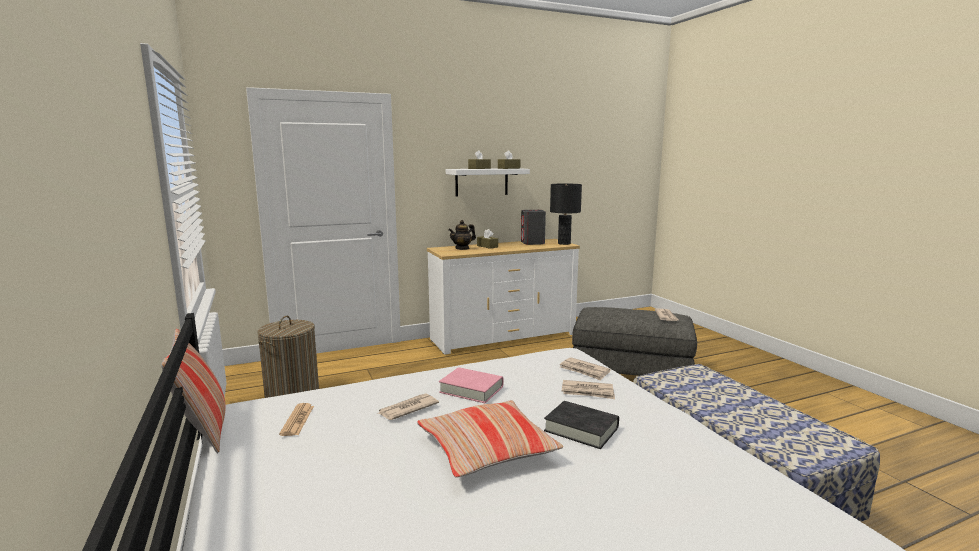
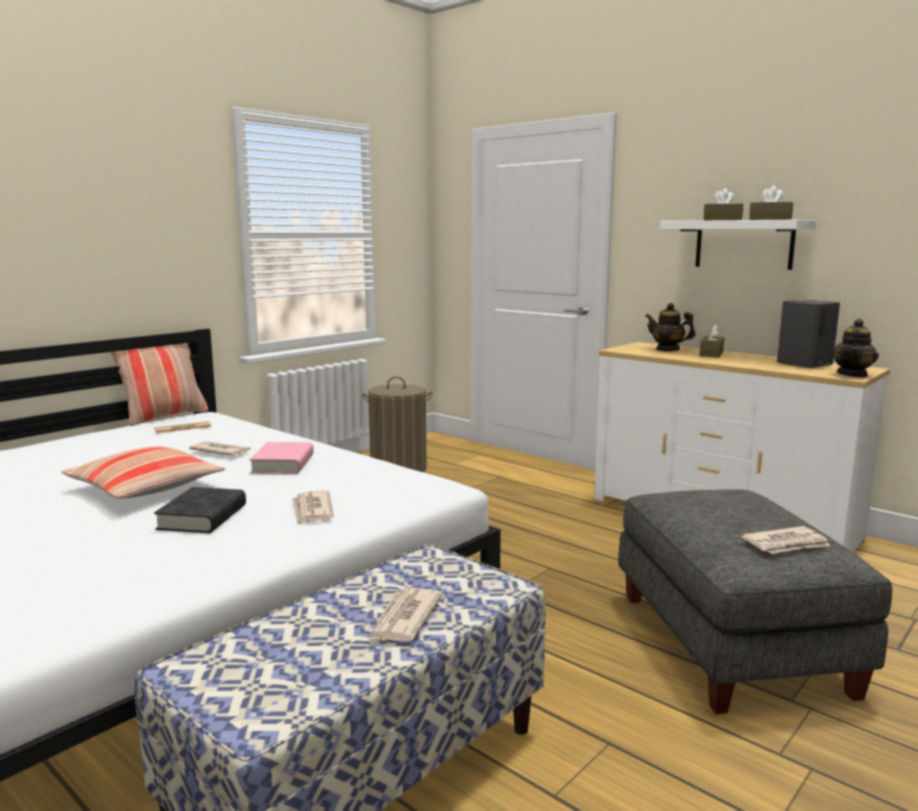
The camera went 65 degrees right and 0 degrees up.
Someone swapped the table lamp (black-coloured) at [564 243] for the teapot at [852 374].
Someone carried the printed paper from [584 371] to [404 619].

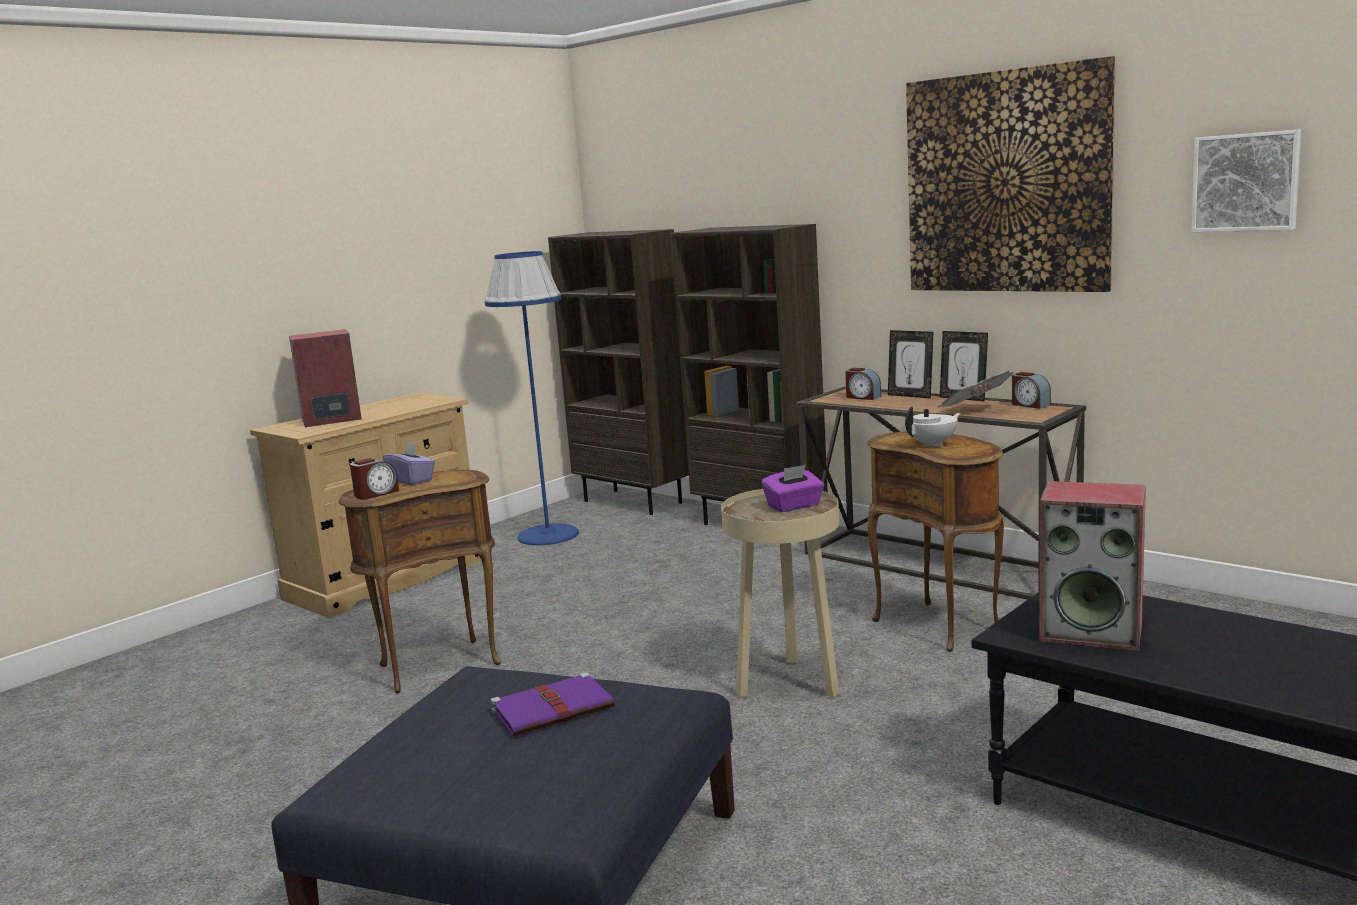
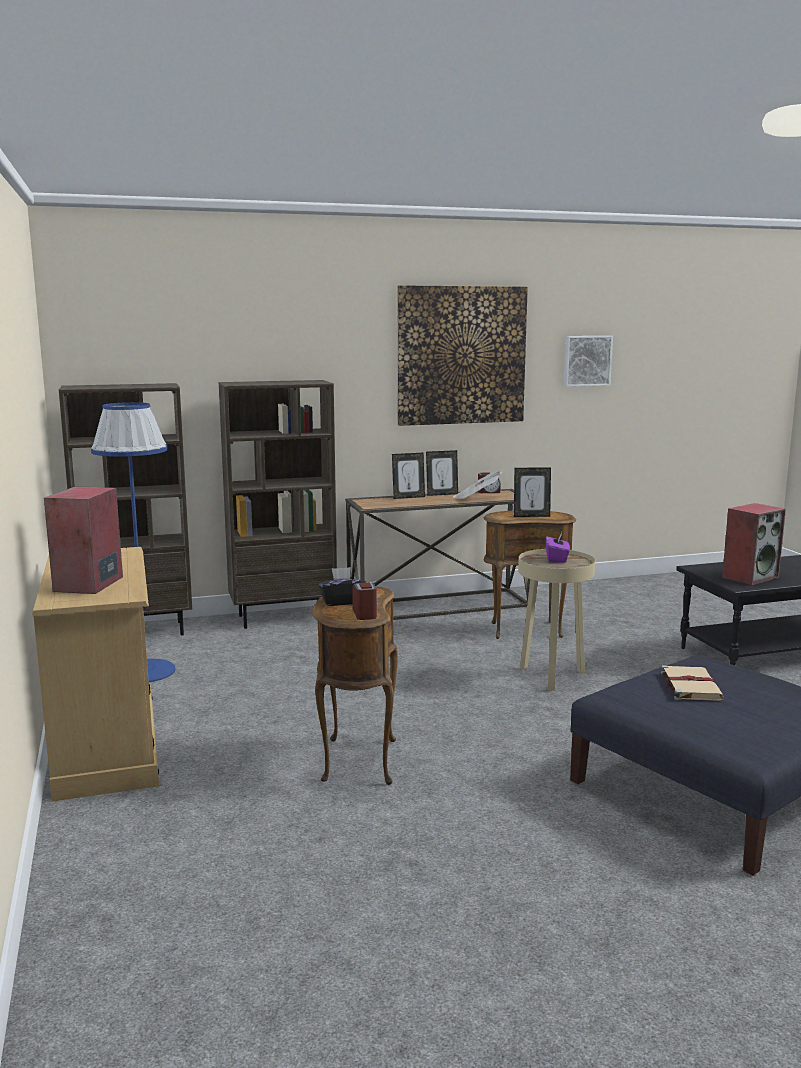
The camera went 60 degrees left and 0 degrees up.
Someone repainted the tissue box (purple-coloured) at [412 480], which became the tissue box (black-coloured) at [342 602].
Someone repainted the book (purple-coloured) at [554 709], which became the book (sand-coloured) at [690 686].
Someone took away the bedside clock at [862 397].
Someone swapped the teapot (whitish) at [933 444] for the standing frame at [531 516].

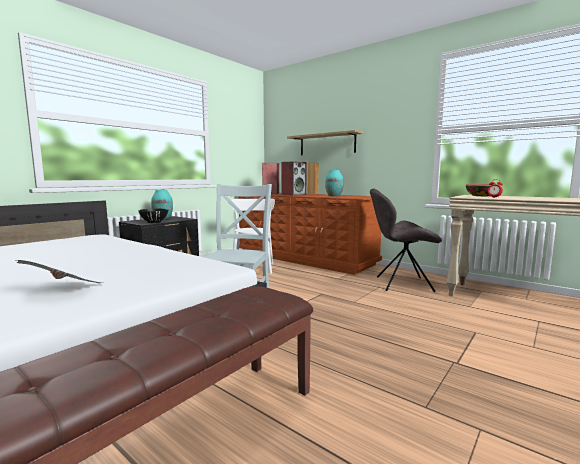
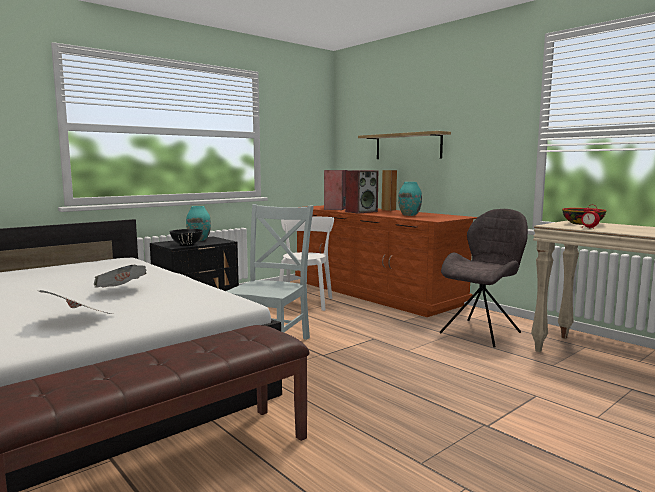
The camera went 10 degrees right and 0 degrees up.
Someone rotated the chair (grey) at [401 284] by 120 degrees clockwise.
Someone put down the printed paper at [121 291].

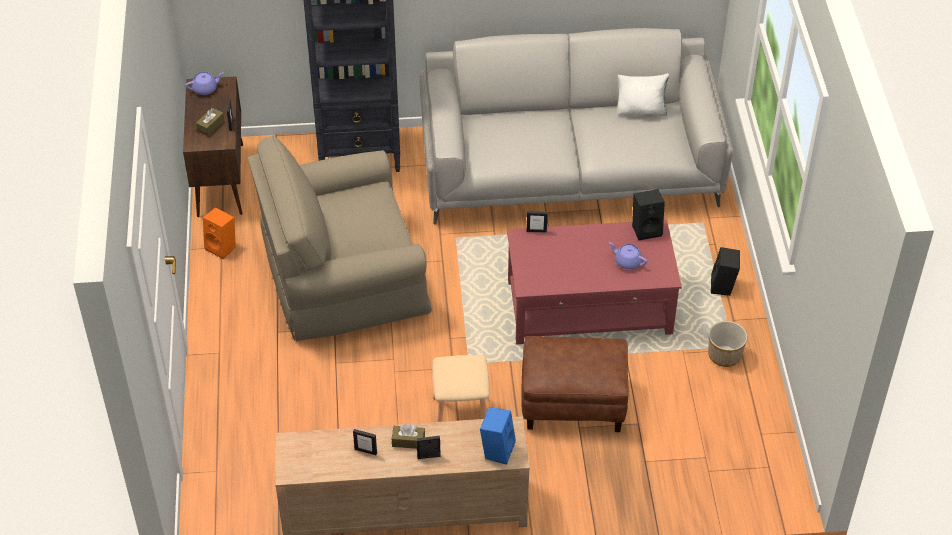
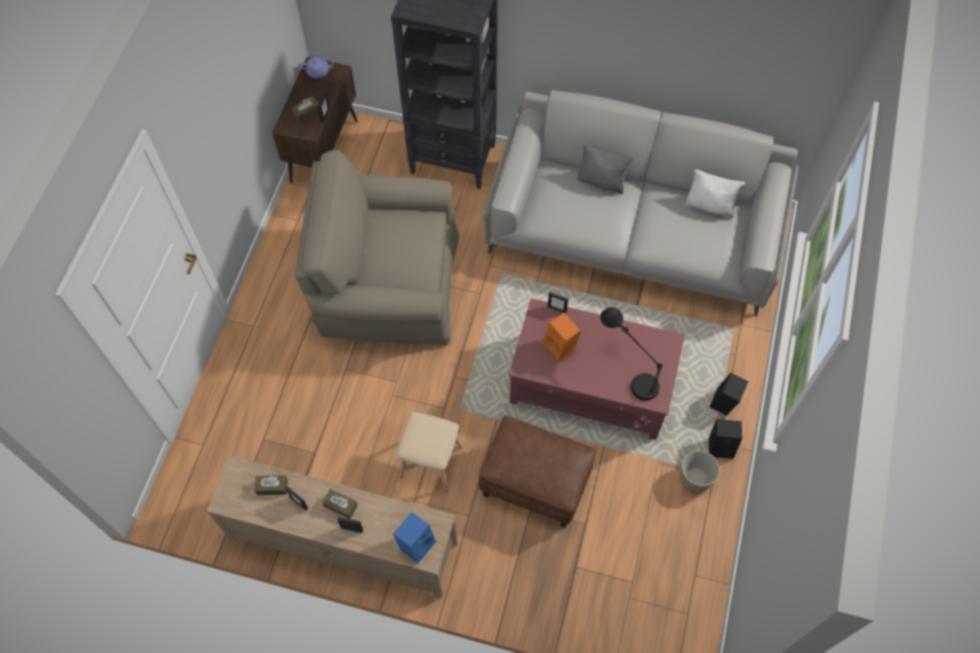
The camera went 20 degrees right and 15 degrees up.
Someone carried the audio speaker (orangey) from [222 247] to [561 347].
Someone swapped the teapot (purple-coloured) at [627 261] for the table lamp (black-coloured) at [628 370].
Someone carried the audio speaker (black-coloured) from [647 229] to [721 446].
Someone put down the tissue box (brown) at [272 487].
Someone put down the pillow (grey) at [602 182].

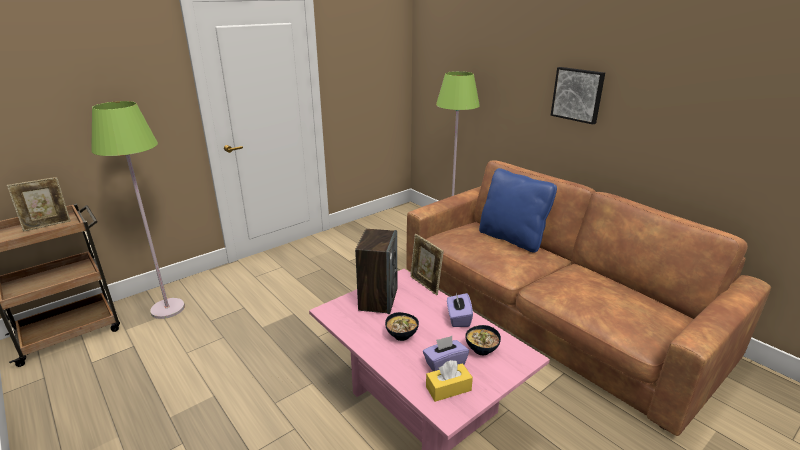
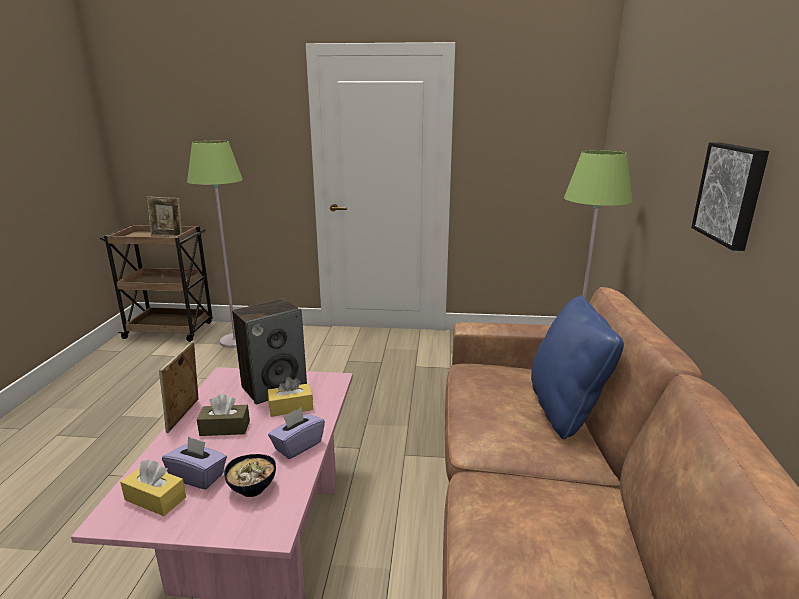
The camera went 45 degrees right and 5 degrees down.
Someone swapped the bowl at [401 336] for the tissue box (brown) at [225 428].
Someone carried the standing frame from [425 285] to [185 416].
Someone put down the tissue box (yellowish) at [291 407].

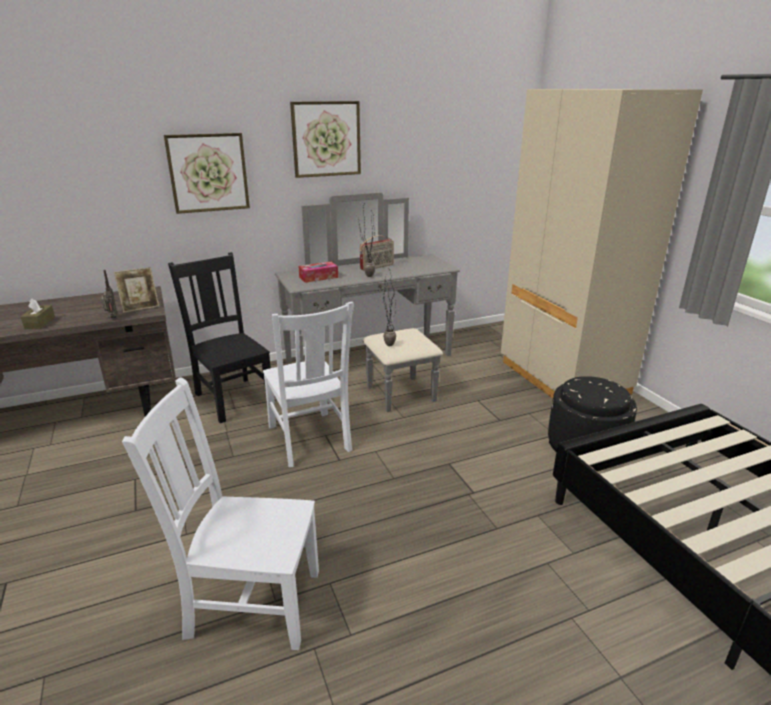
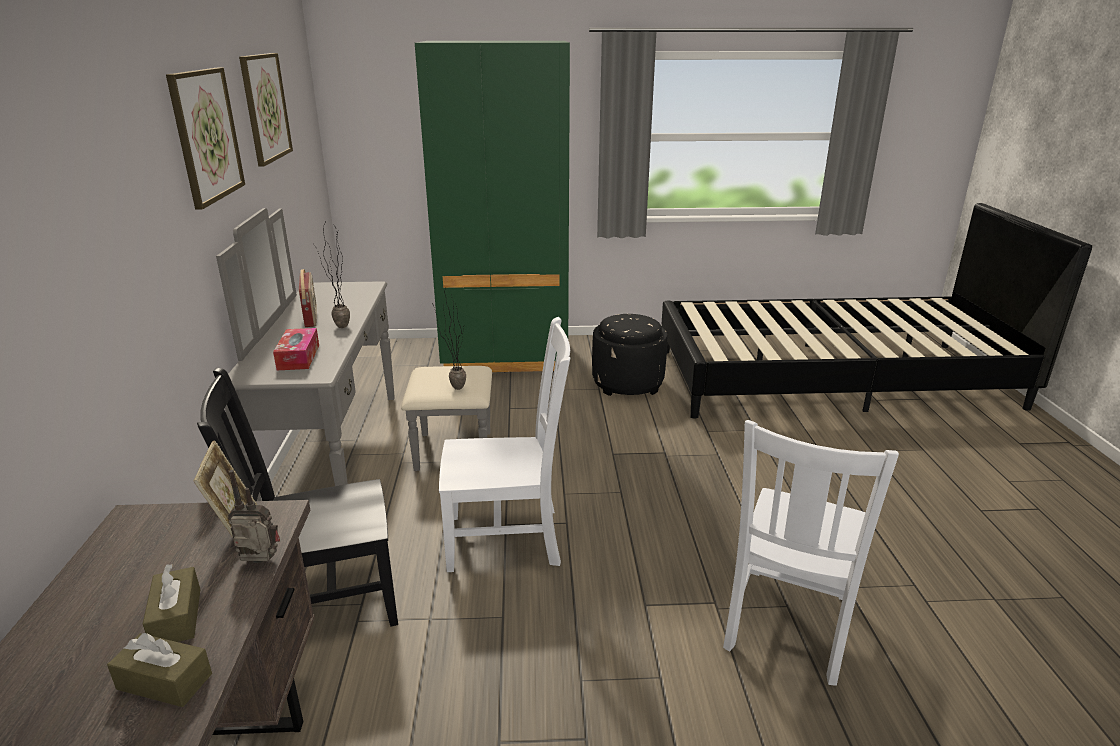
The camera went 70 degrees left and 0 degrees up.
Someone carried the wall picture from [208 173] to [265 108].
Someone repainted the clothes cupboard (sand-coloured) at [563 378], which became the clothes cupboard (greenish) at [505 355].
Someone put down the tissue box (brown) at [176 617].

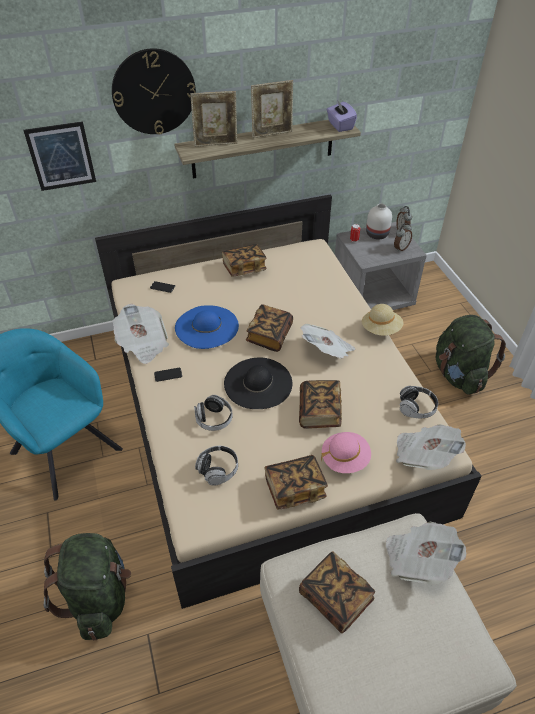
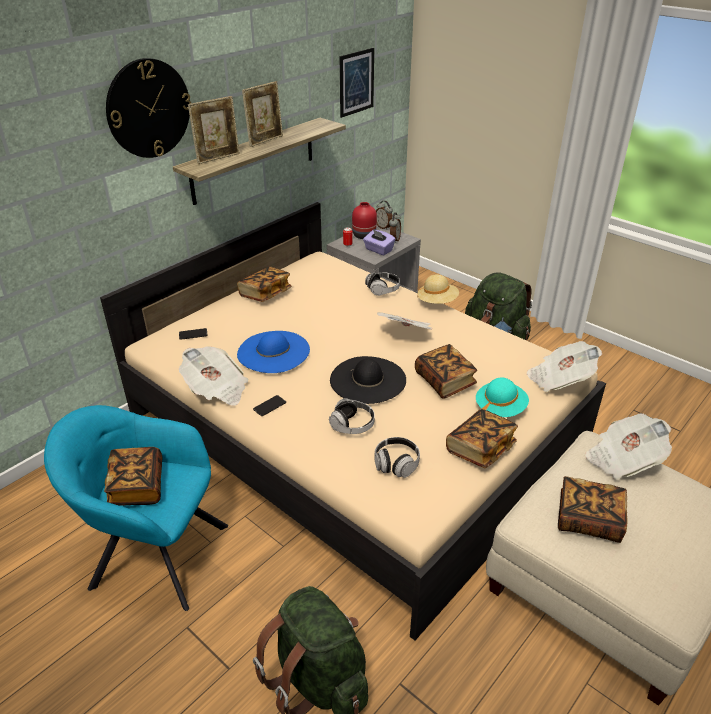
The camera went 30 degrees left and 10 degrees down.
Someone carried the wall picture from [61 156] to [356 82].
Someone carried the book from [269 336] to [137 487].
Someone repainted the clothing hat (pink-coloured) at [345 459], which became the clothing hat (turquoise) at [500 408].
Someone carried the tissue box (purple-coloured) from [340 125] to [378 250].
Someone repainted the vase (whitish) at [376 234], which became the vase (reddish) at [363 235].
Someone carried the pair of headphones from [416 408] to [383 290].

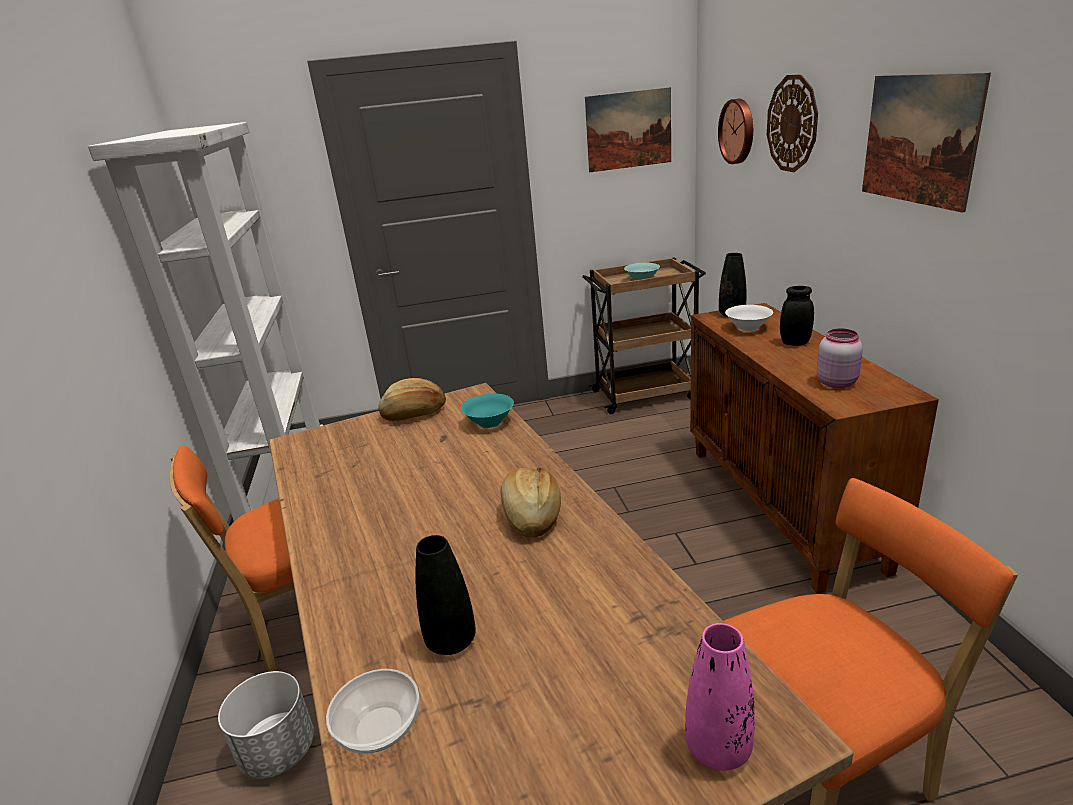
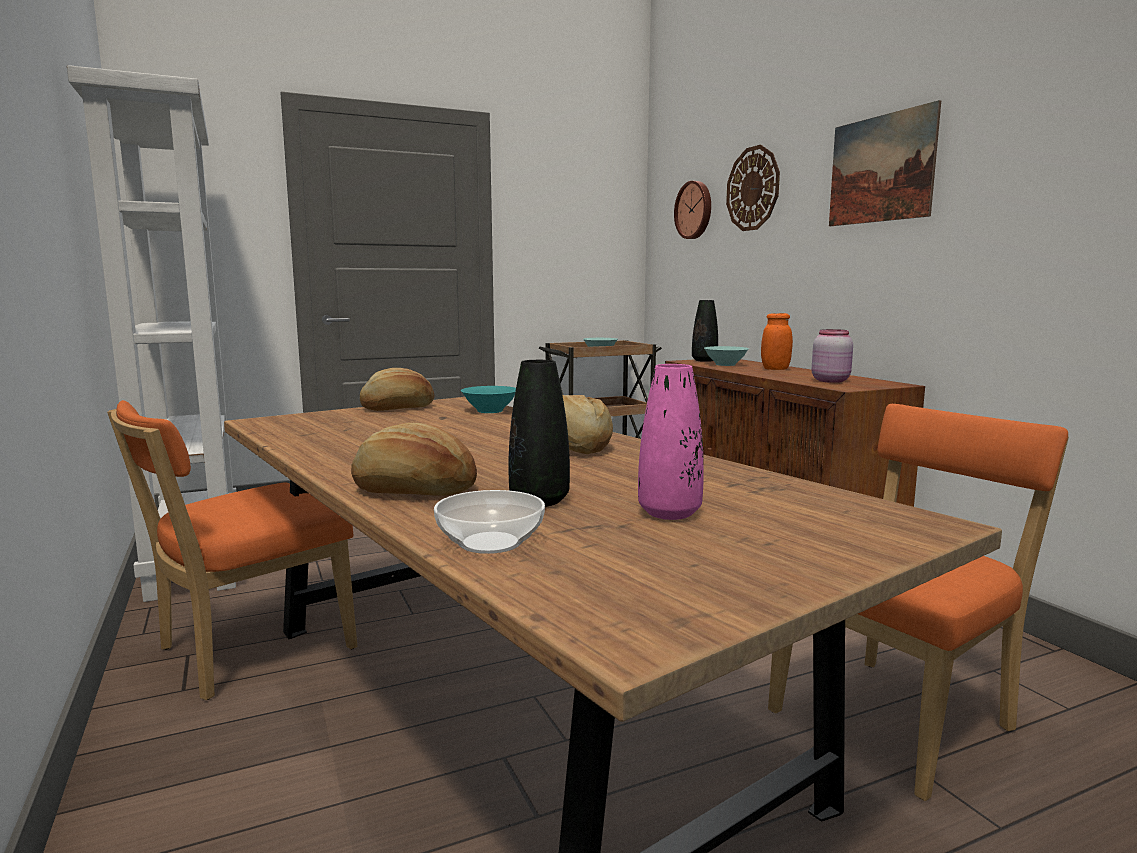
The camera went 15 degrees left and 15 degrees down.
Someone took away the flower pot (whitish) at [278 751].
Someone took away the wall picture at [628 130].
Someone carried the vase (pink-coloured) from [718 748] to [669 513].
Someone repainted the bowl (whitish) at [748 328], which became the bowl (turquoise) at [725 364].
Someone repainted the storage jar (black-coloured) at [794 343], which became the storage jar (orangey) at [775 369].
Someone put down the bakery bread at [414 490].

